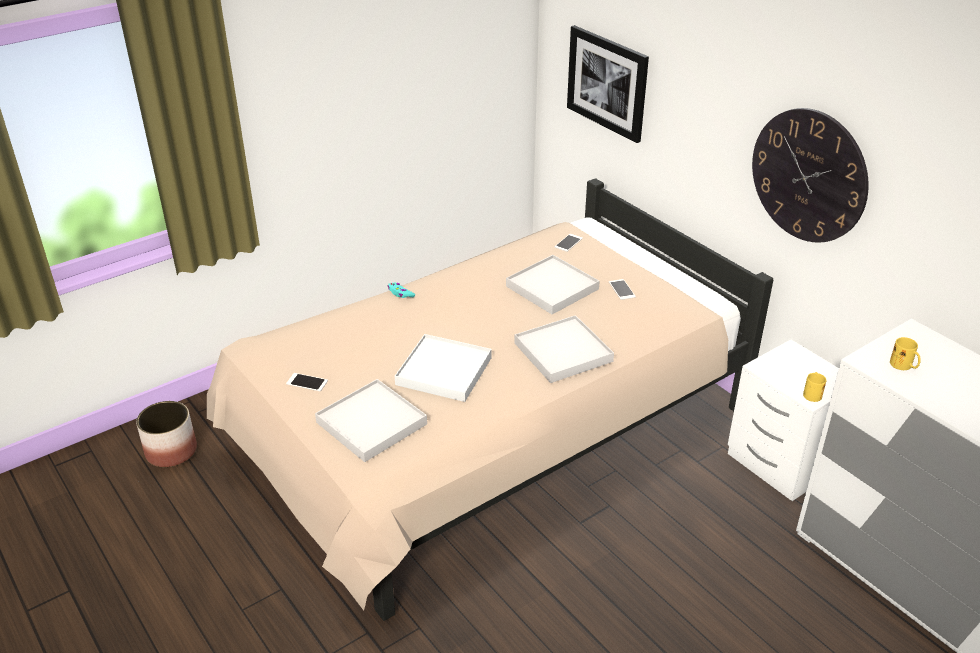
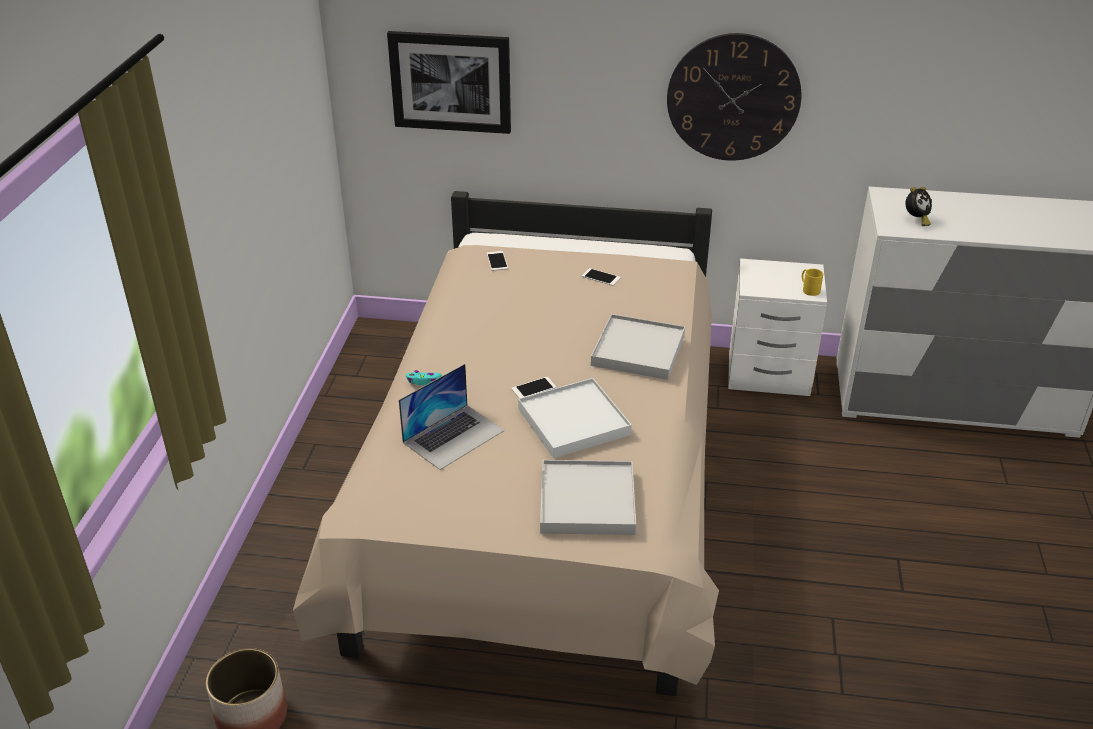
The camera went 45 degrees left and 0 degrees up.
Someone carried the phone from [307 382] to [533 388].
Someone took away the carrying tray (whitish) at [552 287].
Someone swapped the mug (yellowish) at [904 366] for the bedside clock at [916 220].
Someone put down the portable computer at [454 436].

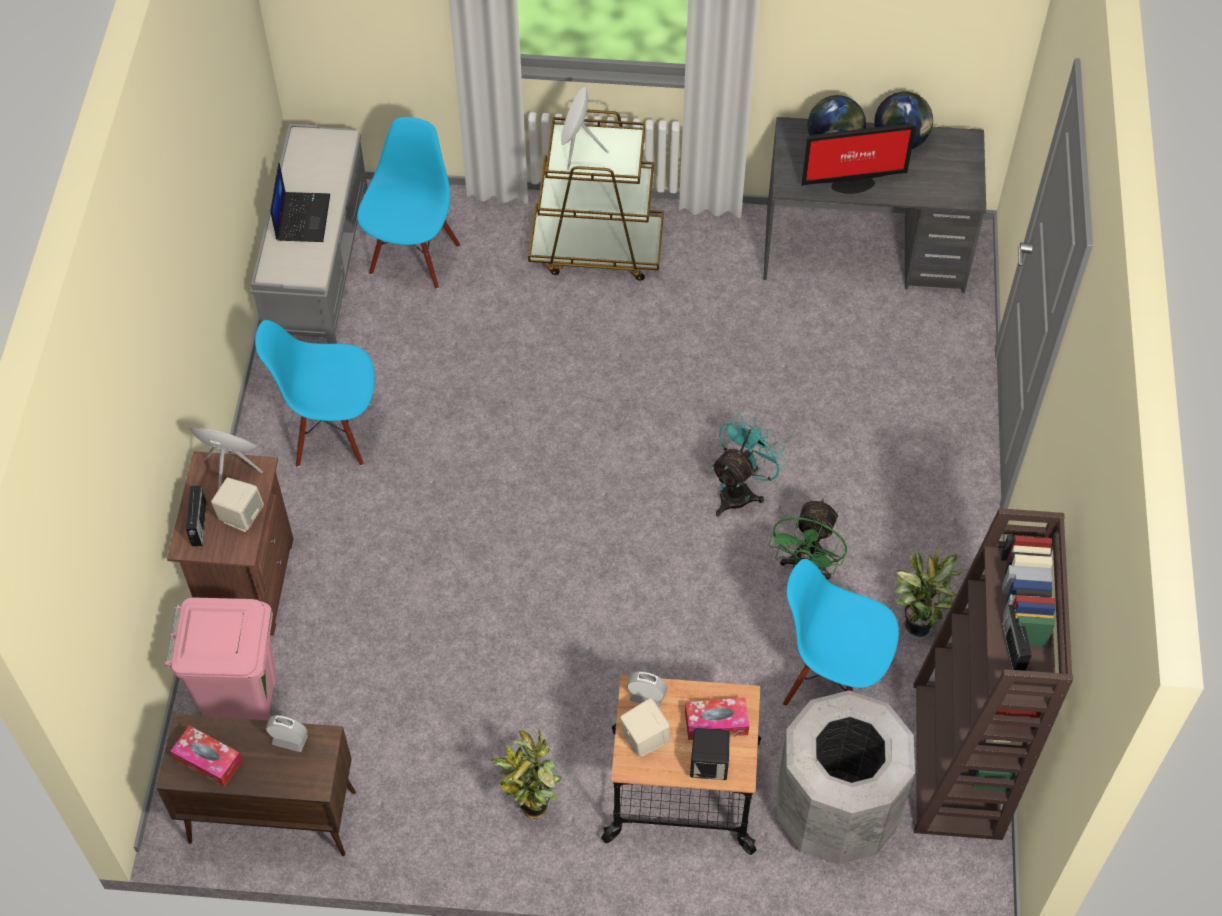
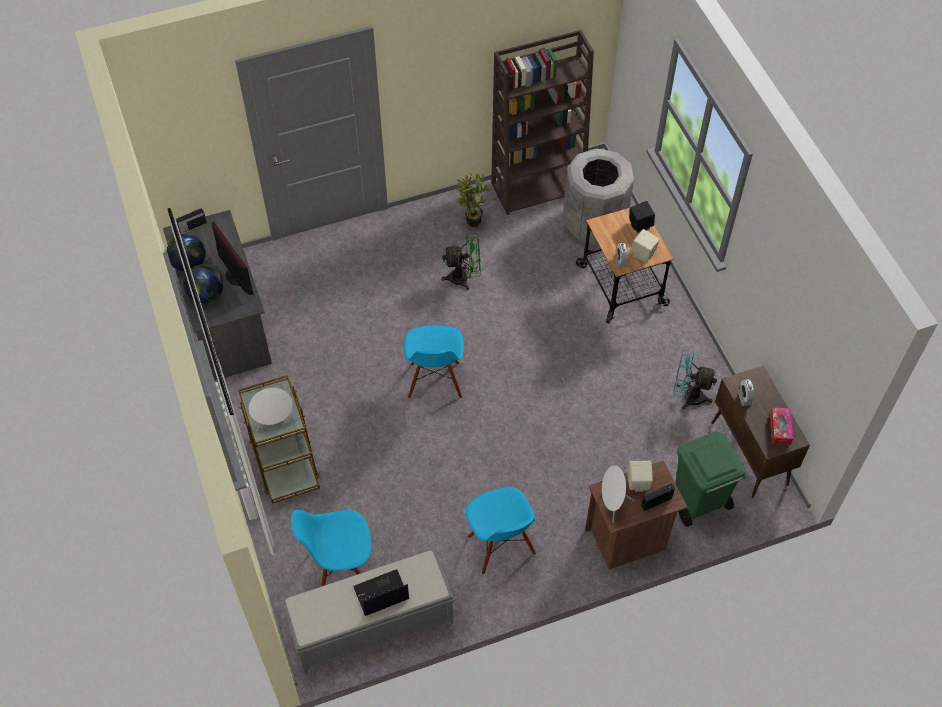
The camera went 115 degrees left and 0 degrees up.
Someone repainted the trash can (pink-coloured) at [241 701], which became the trash can (greenish) at [698 502].
Someone took away the plant in a pot at [531 807].
Someone took away the tissue box at [716 723].
Someone carried the fan (turquoise) from [740 490] to [688 396].
Someone carried the chair (blue-coloured) from [831 680] to [435 381].
Someone carried the radio receiver from [1013 646] to [192 227].

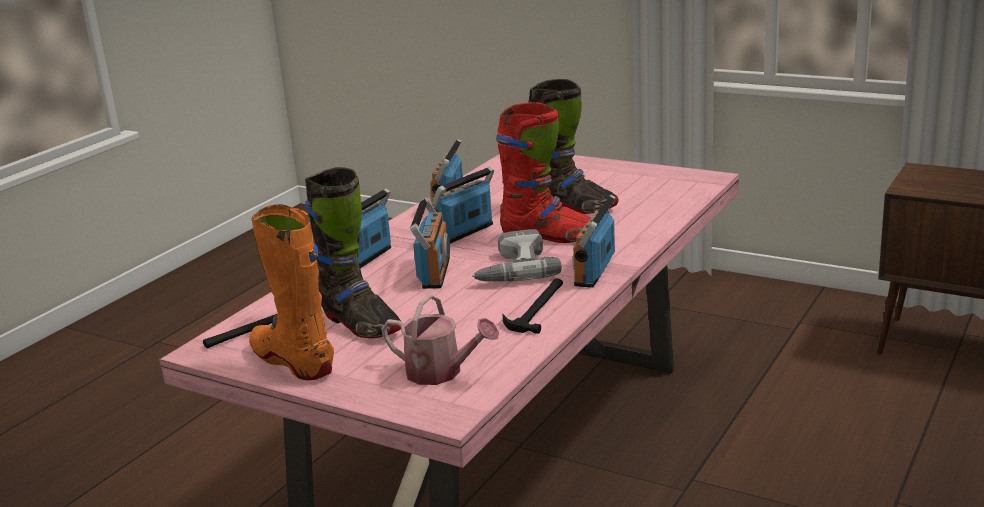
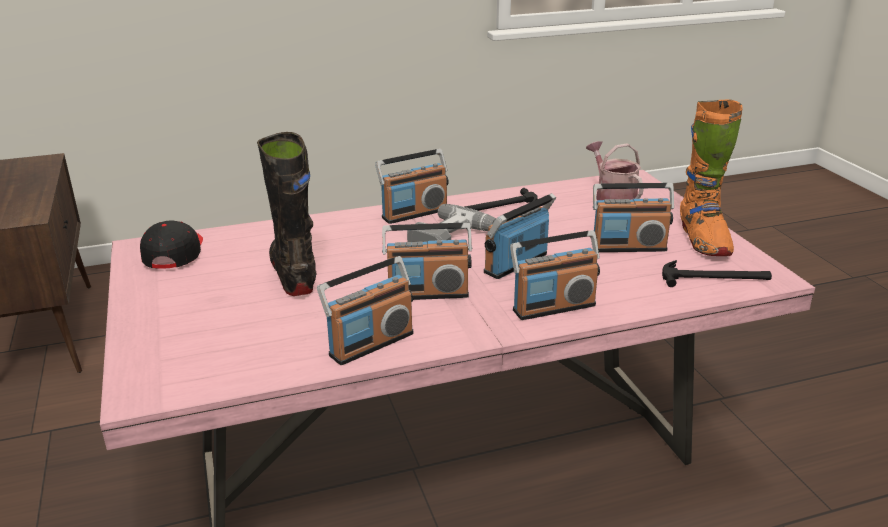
The camera went 140 degrees left and 5 degrees up.
Someone swapped the boot (black-coloured) at [359 324] for the radio receiver at [628 247].
Someone took away the boot (reddish) at [550 237].
Someone put down the baseball cap (black-coloured) at [174 253].

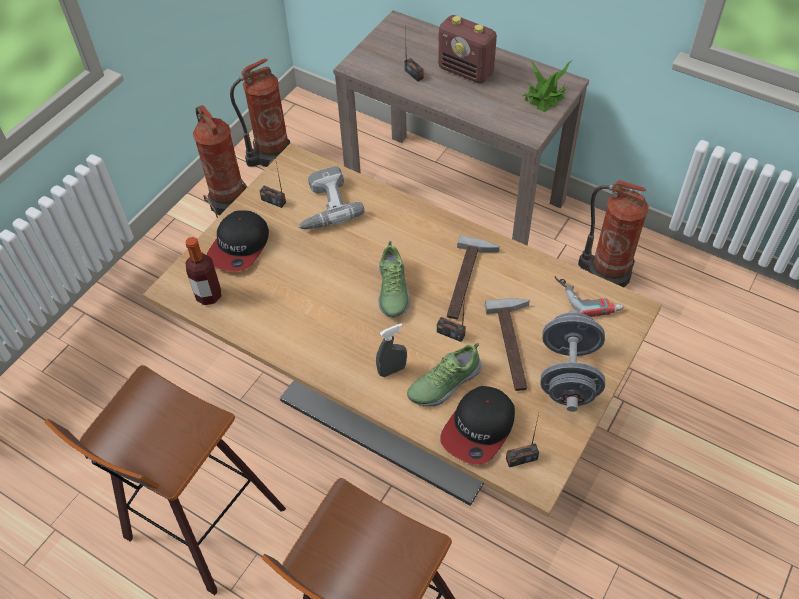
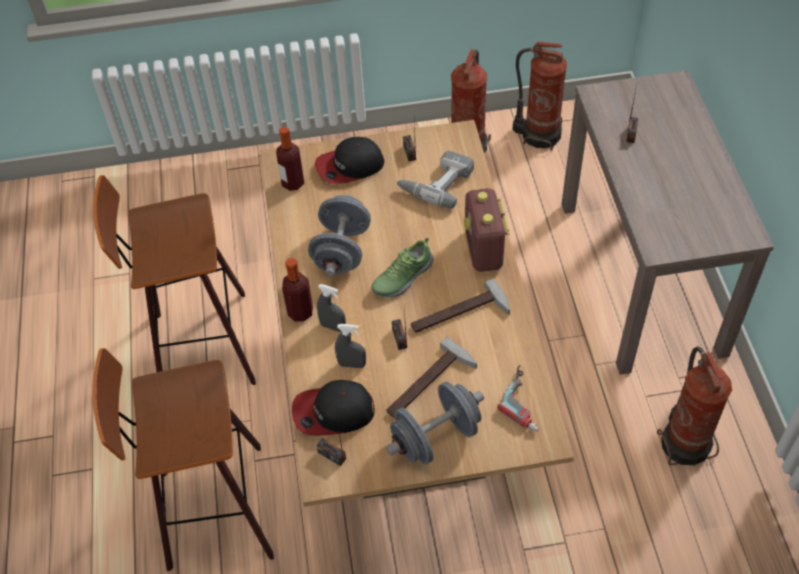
The camera went 50 degrees right and 0 degrees up.
Someone swapped the low shoe at [444 383] for the hand sprayer (grey) at [352 364].
Someone carried the radio receiver from [466 72] to [484 250].
Someone took away the plant in a pot at [545 97].
Someone put down the drink bottle at [300 312].
Someone put down the free weight (grey) at [341 251].

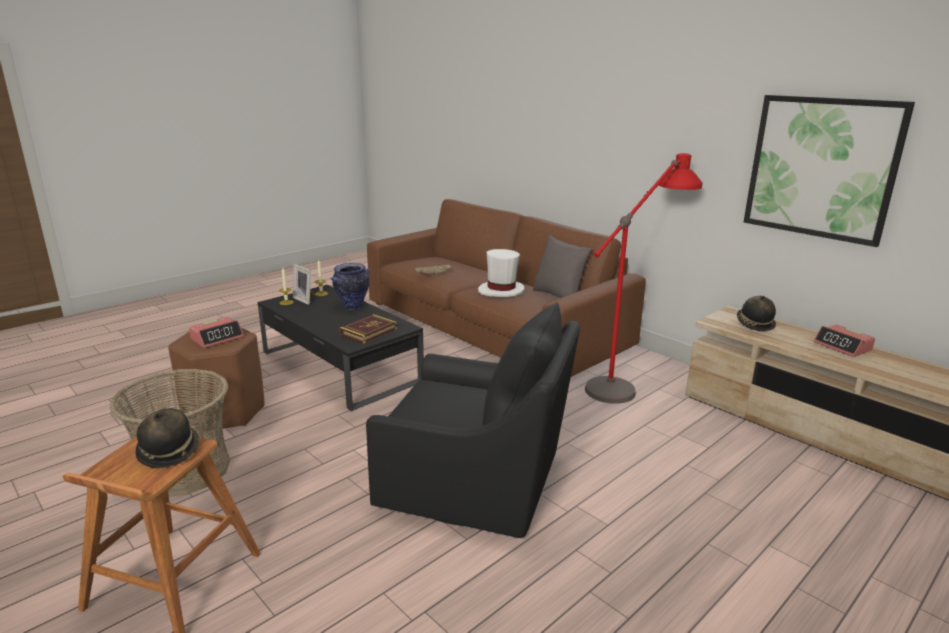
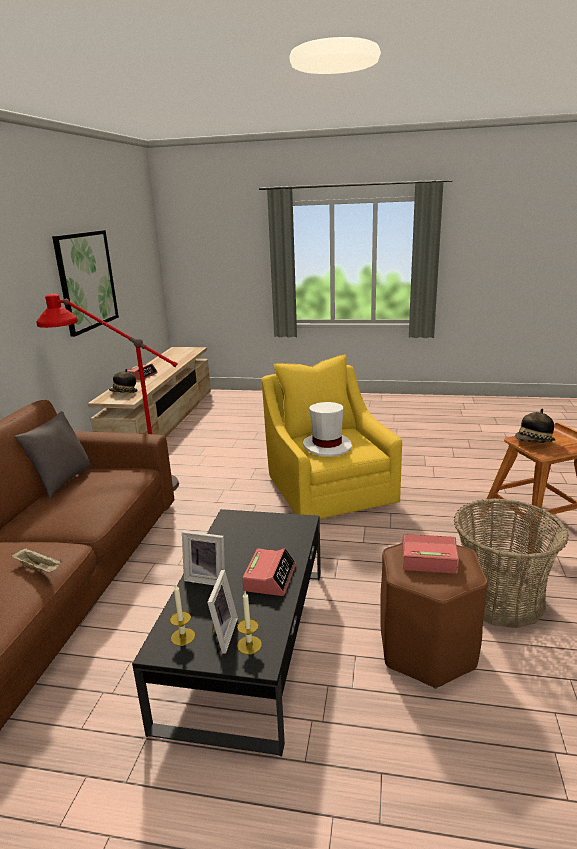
The camera went 125 degrees left and 0 degrees up.
Someone swapped the vase at [352 307] for the standing frame at [207 578].
Someone took away the book at [368 332].
Someone repainted the armchair (black-coloured) at [477 483], which became the armchair (yellowish) at [328 488].
Someone carried the clothing hat (whitish) from [501 291] to [327 446].
Someone put down the bedside clock at [270 578].

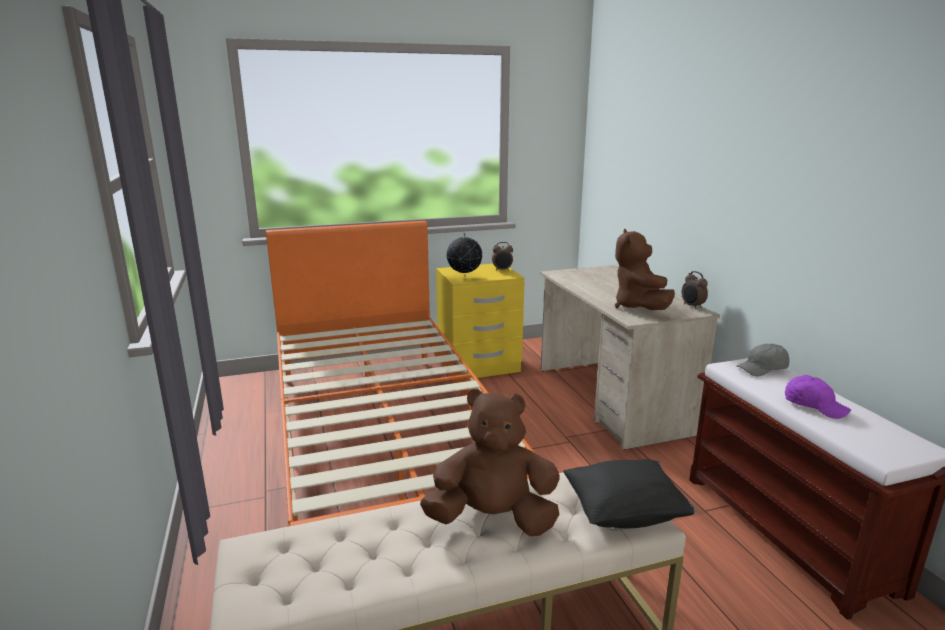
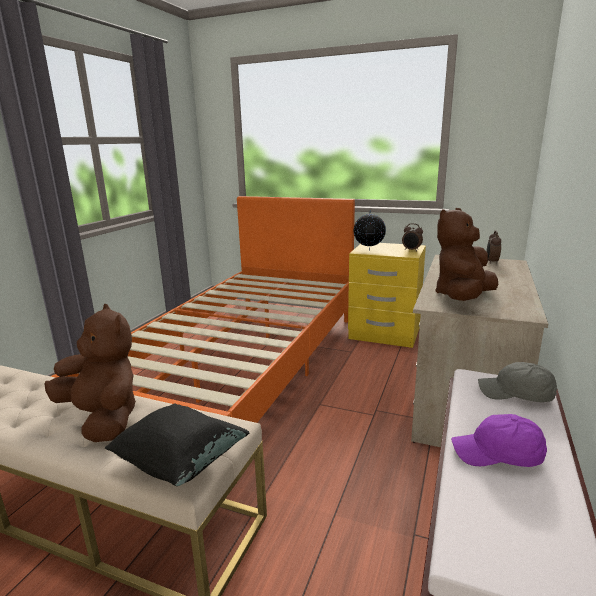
The camera went 40 degrees right and 0 degrees up.
Someone carried the bedside clock from [692 306] to [491 262].
Someone rotated the baseball cap (purple-coloured) at [814 406] by 105 degrees clockwise.

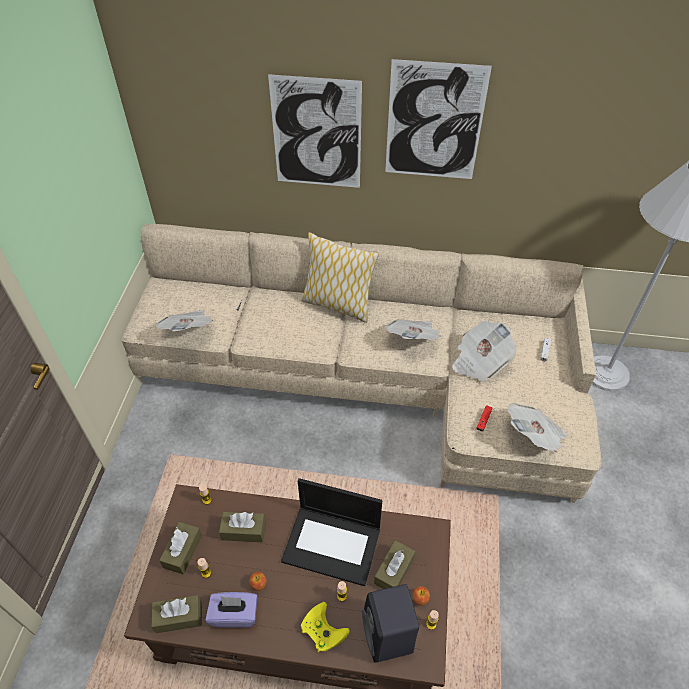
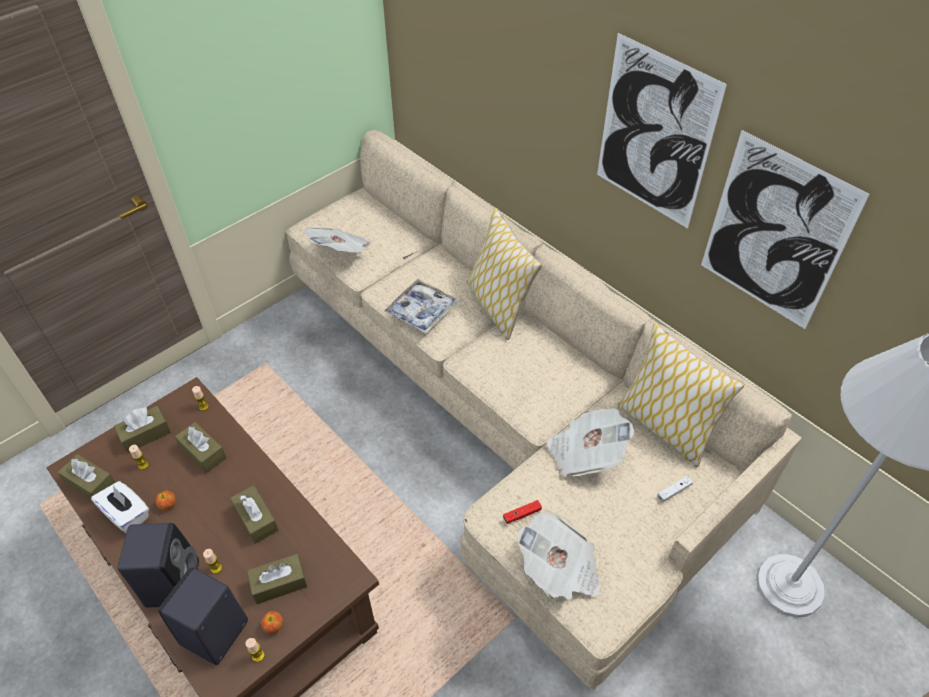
The camera went 40 degrees right and 0 degrees up.
Someone repainted the tissue box (purple-coloured) at [234 615], which became the tissue box (whitish) at [127 514].
Someone carried the wall picture from [316 134] to [775 233].
Someone swapped the portable computer at [333 544] for the tissue box (brown) at [256 519].
Someone swapped the joypad (yellowish) at [321 629] for the audio speaker (black-coloured) at [172 581].
Someone took away the printed paper at [413 339].
Someone put down the carrying tray at [421 311].
Someone put down the pillow at [665 426].

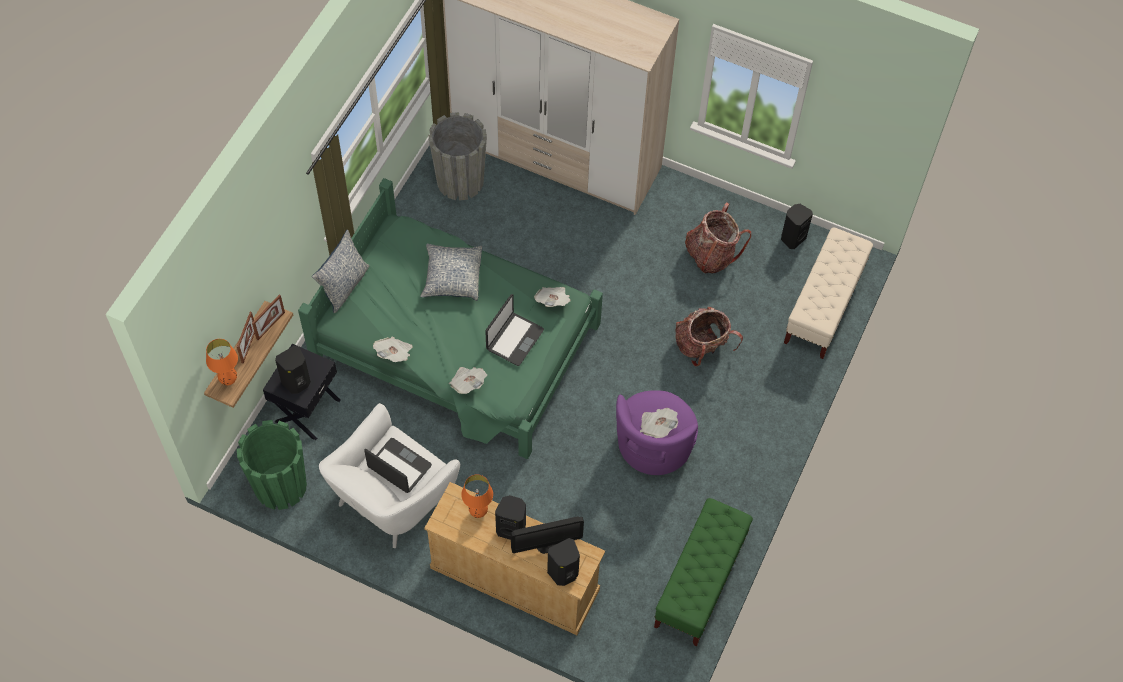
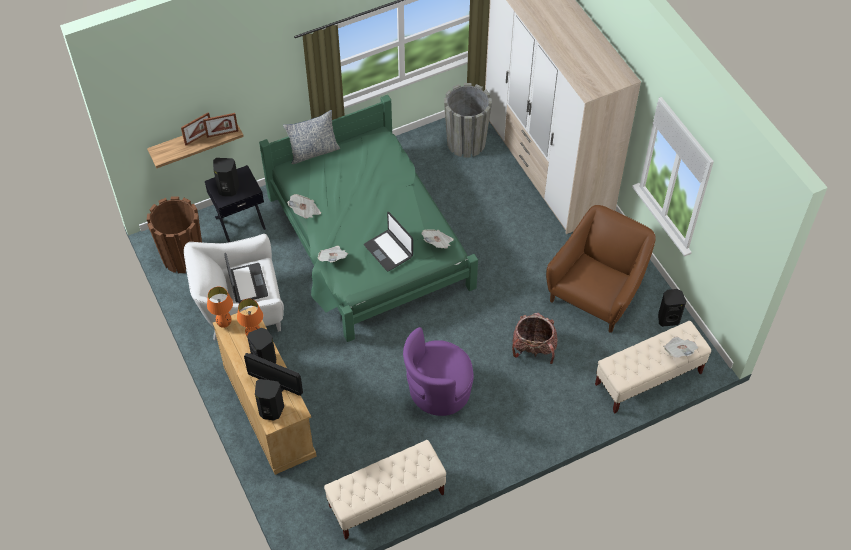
The camera went 40 degrees right and 5 degrees down.
Someone carried the table lamp (orangey) from [229 381] to [224 324].
Someone repainted the flower pot (greenish) at [280 486], which became the flower pot (brown) at [183 256].
Someone took away the pillow at [452 277].
Someone rotated the portable computer at [514 339] by 75 degrees clockwise.
Someone carried the printed paper from [657 426] to [678 351].
Someone repainted the bench (greenish) at [699 583], which became the bench (sand-coloured) at [386 500].
Someone swapped the backpack at [711 255] for the armchair (brown) at [596 293].

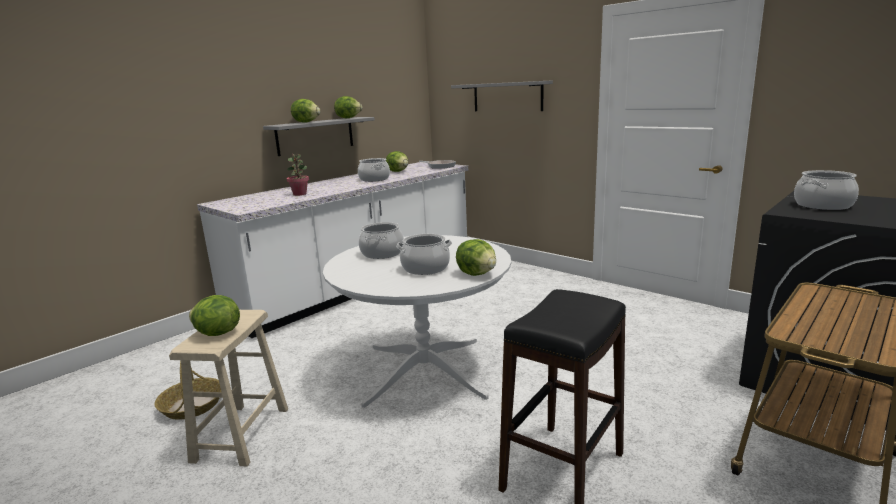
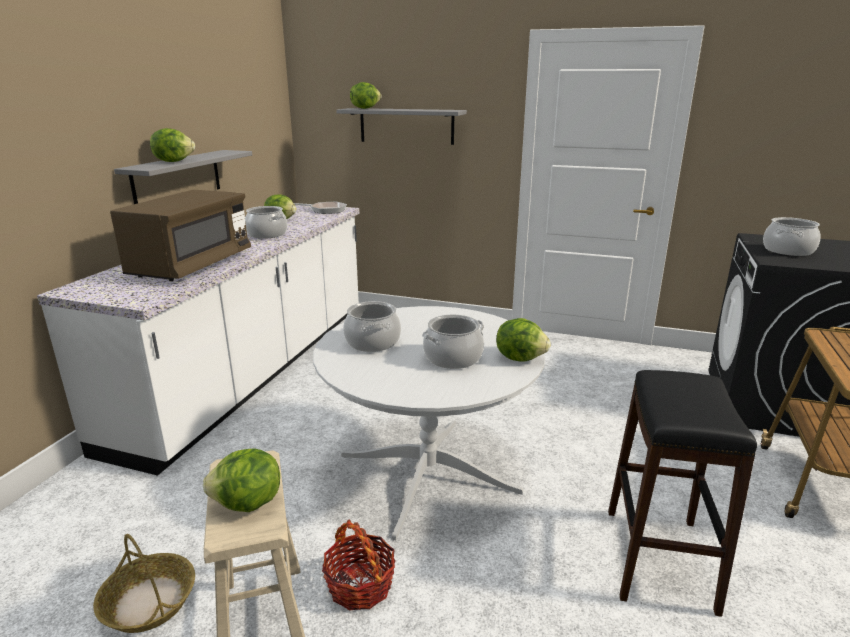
The camera went 25 degrees left and 5 degrees up.
Someone swapped the plant in a pot at [300 194] for the kitchen microwave (brown) at [192 265].
Someone carried the head of lettuce from [348 118] to [364 108].
Someone put down the household basket at [360 585].

